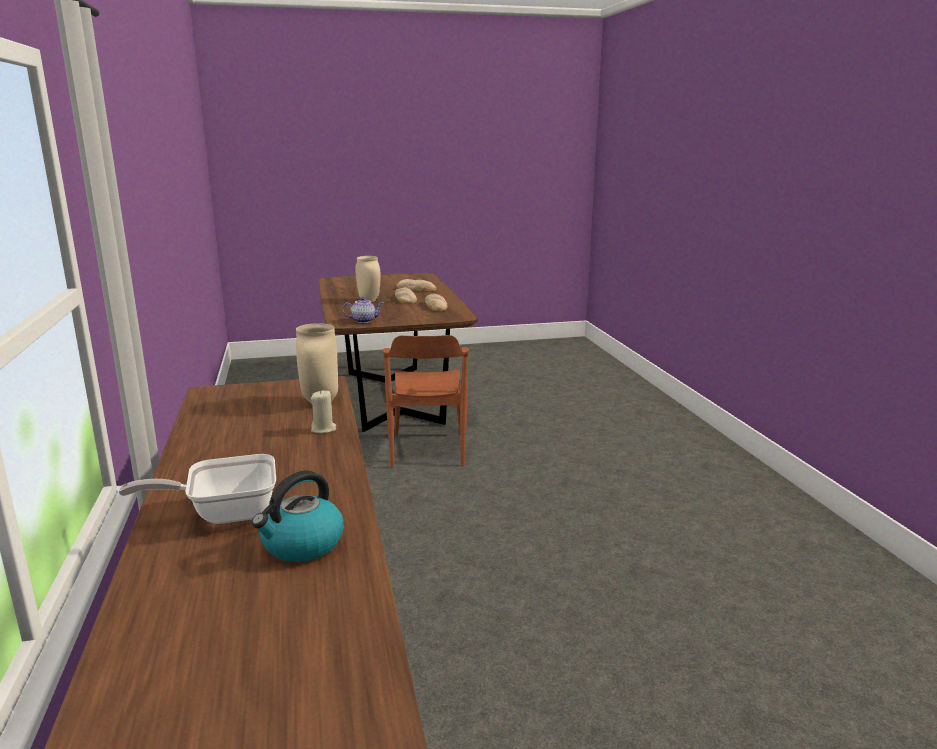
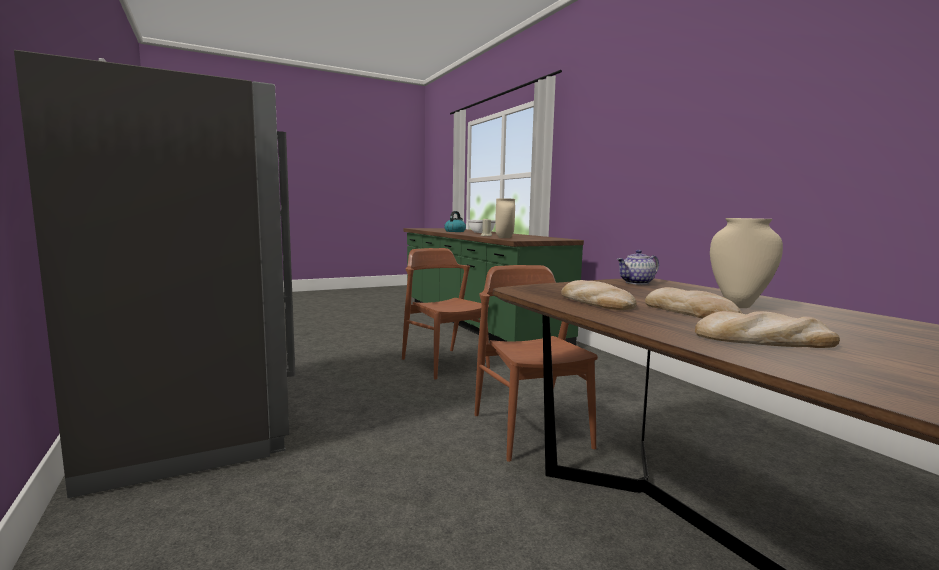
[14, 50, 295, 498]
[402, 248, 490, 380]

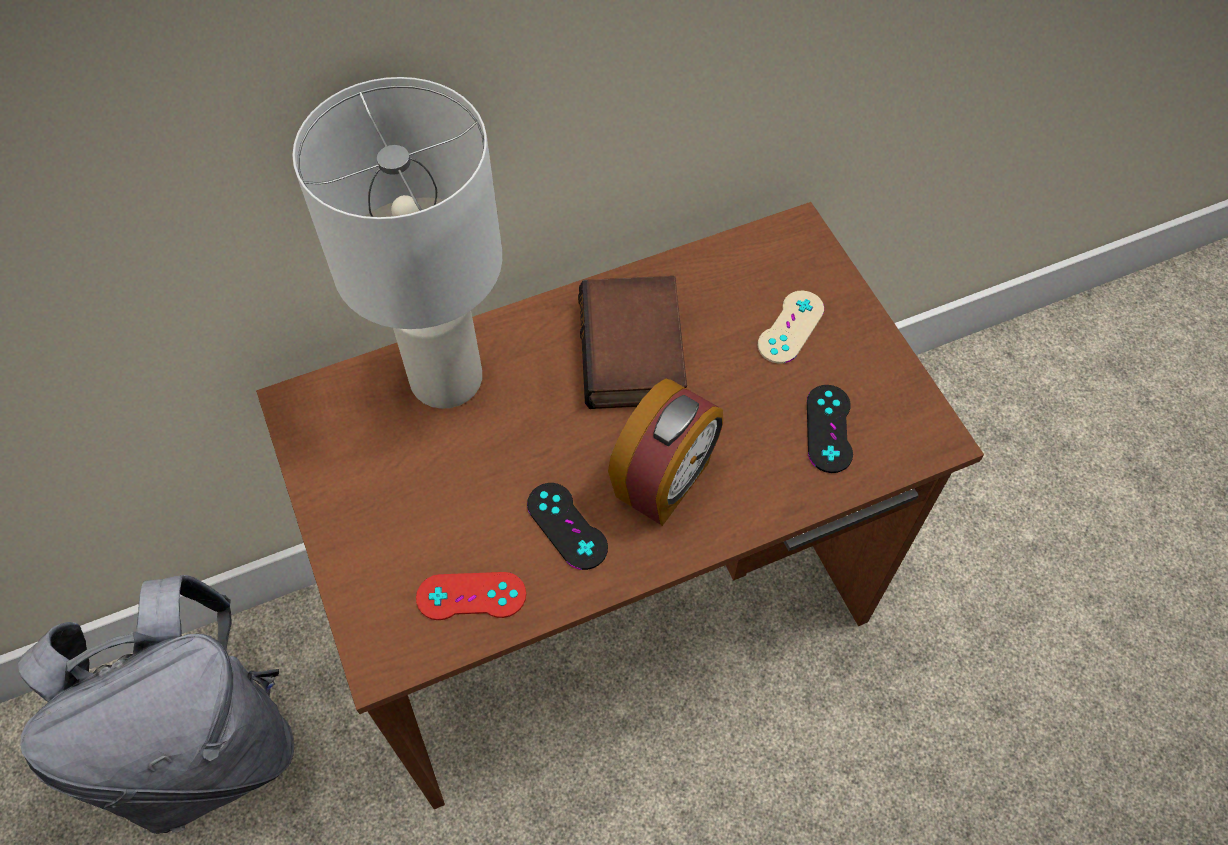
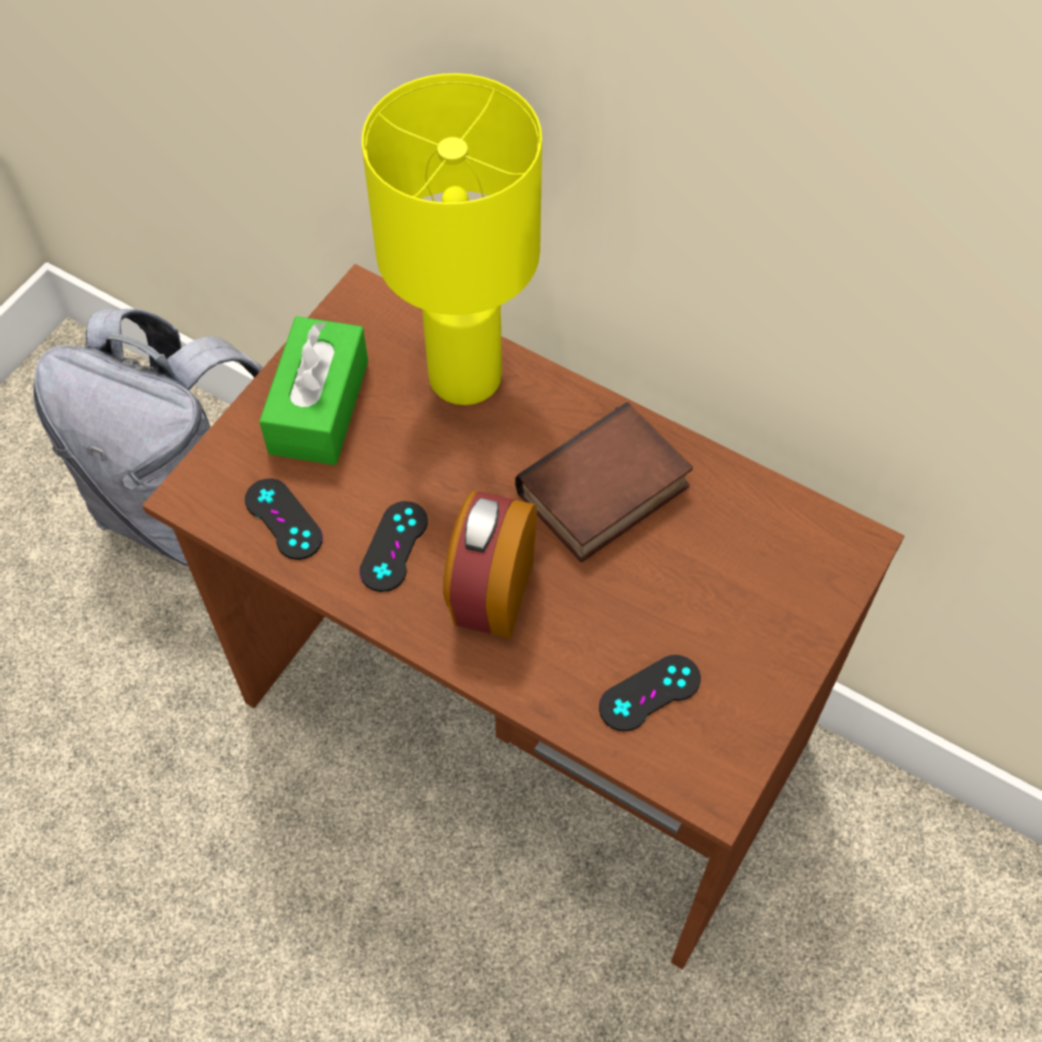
[758, 291, 824, 364] (first image)
[259, 316, 368, 465]
[362, 73, 542, 405]
[245, 479, 323, 560]
[443, 491, 537, 639]

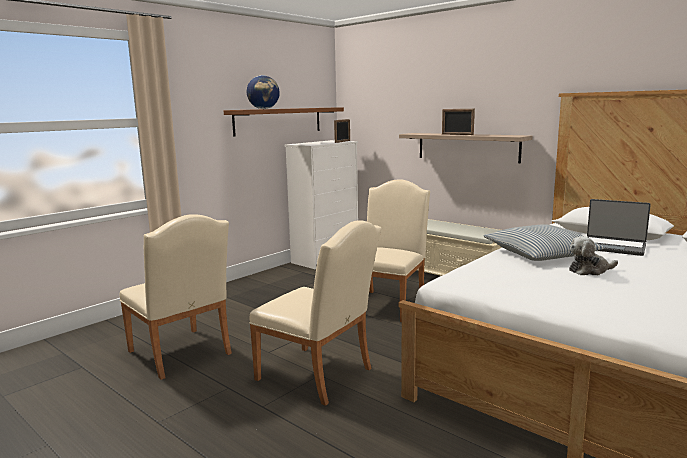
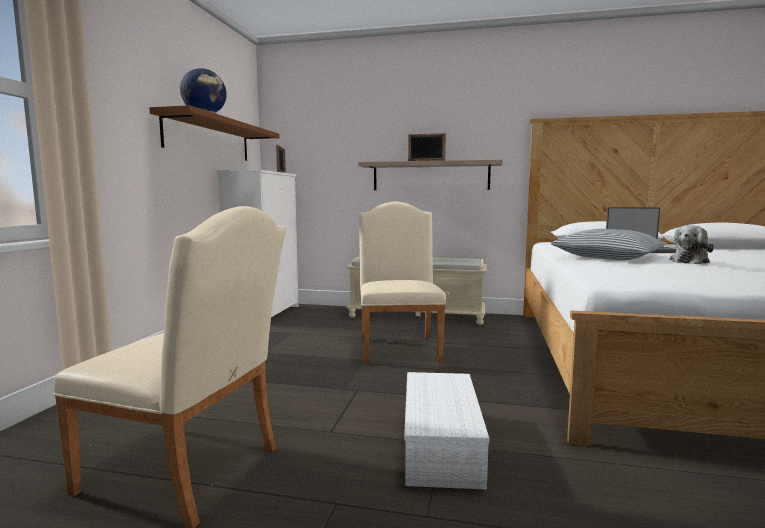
[404, 372, 489, 490]

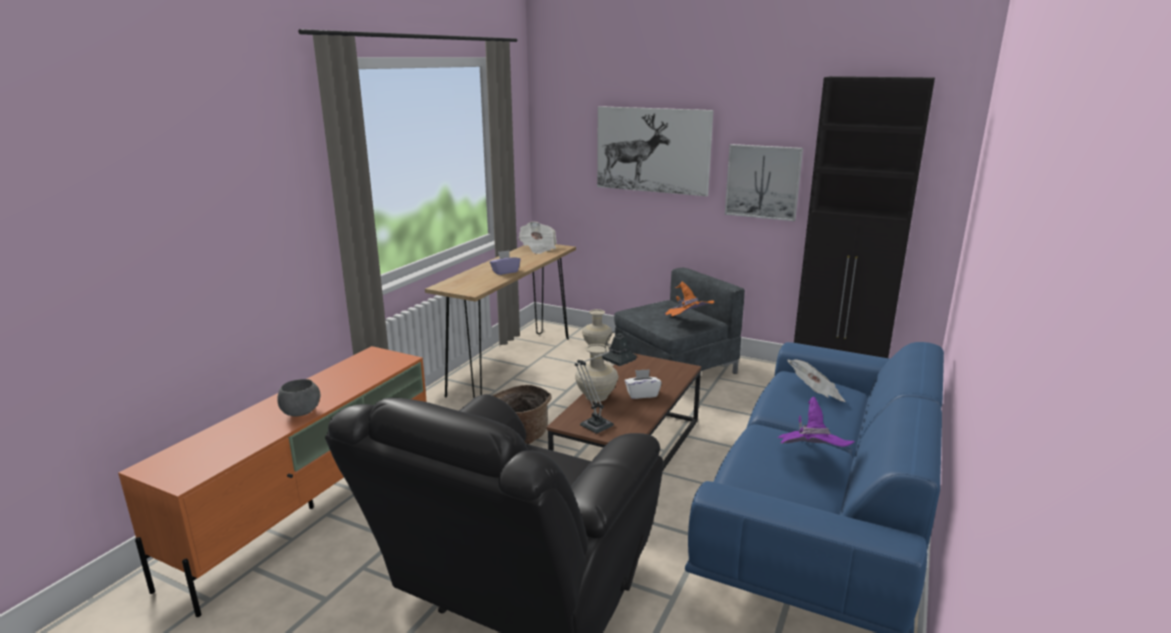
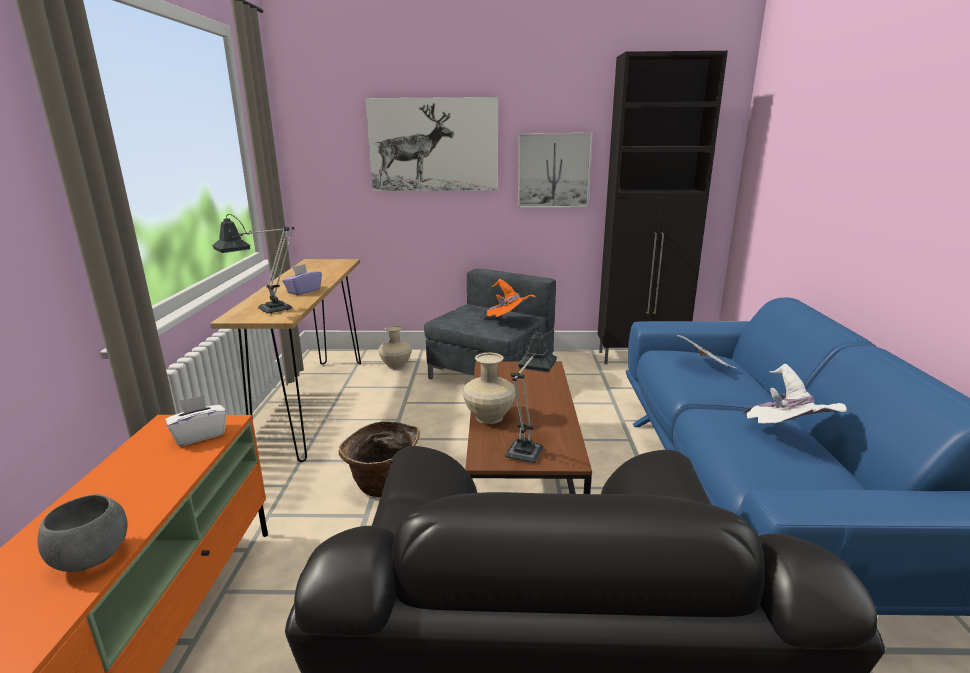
[519, 222, 557, 254] (first image)
[212, 214, 295, 314]
[166, 395, 227, 446]
[742, 364, 847, 424]

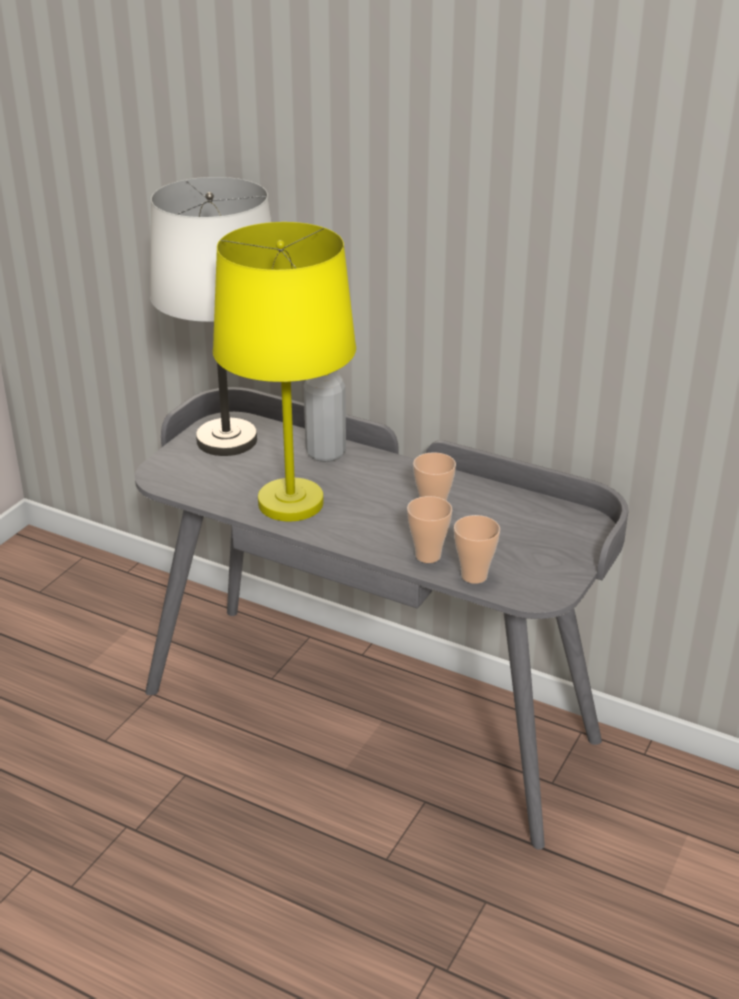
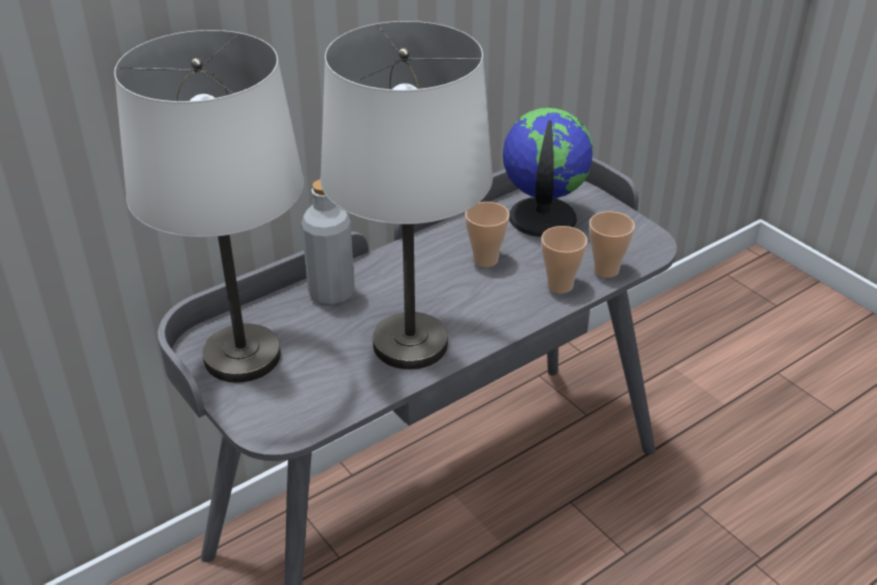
[503, 108, 593, 237]
[320, 21, 493, 369]

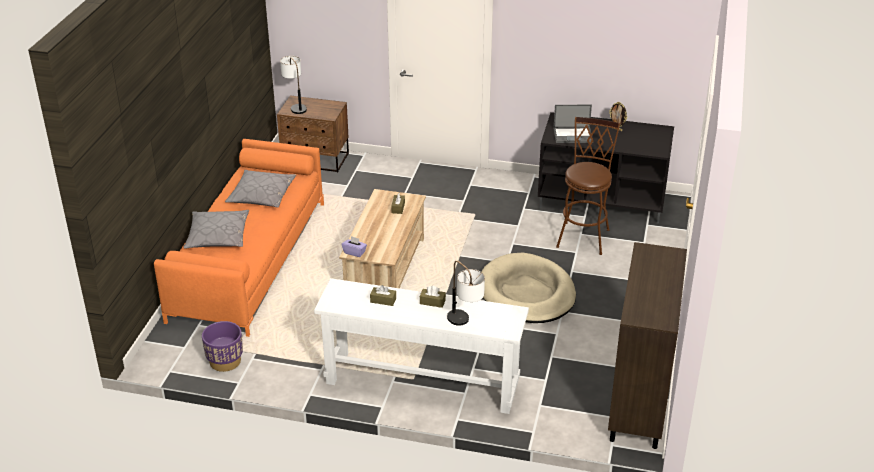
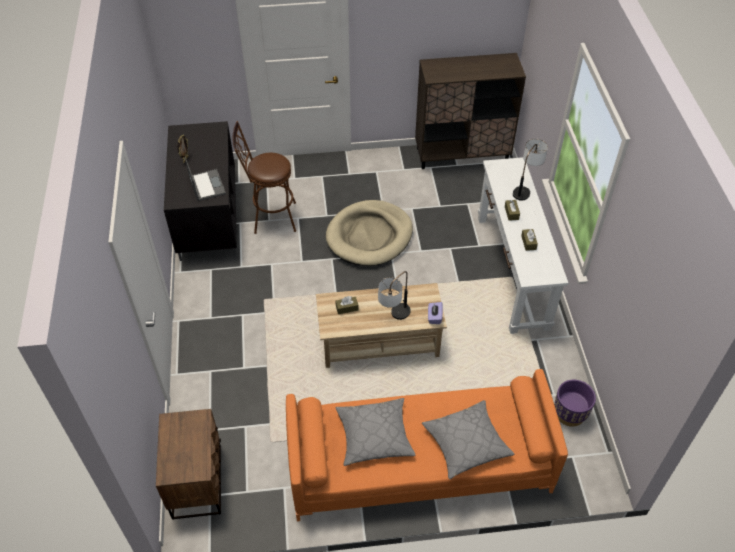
[378, 271, 411, 320]

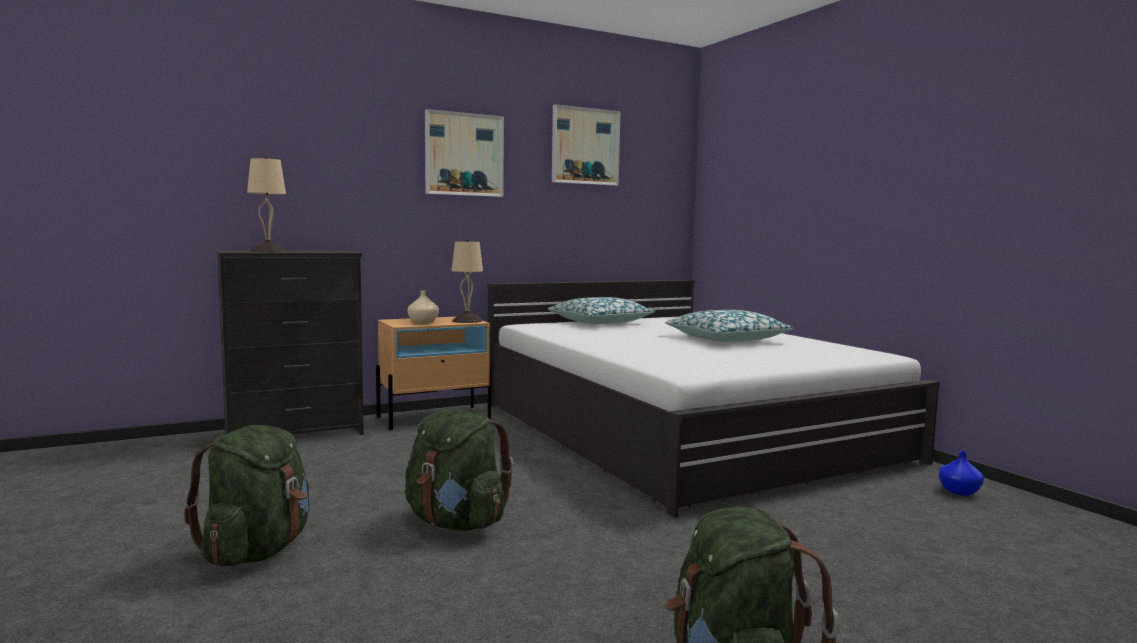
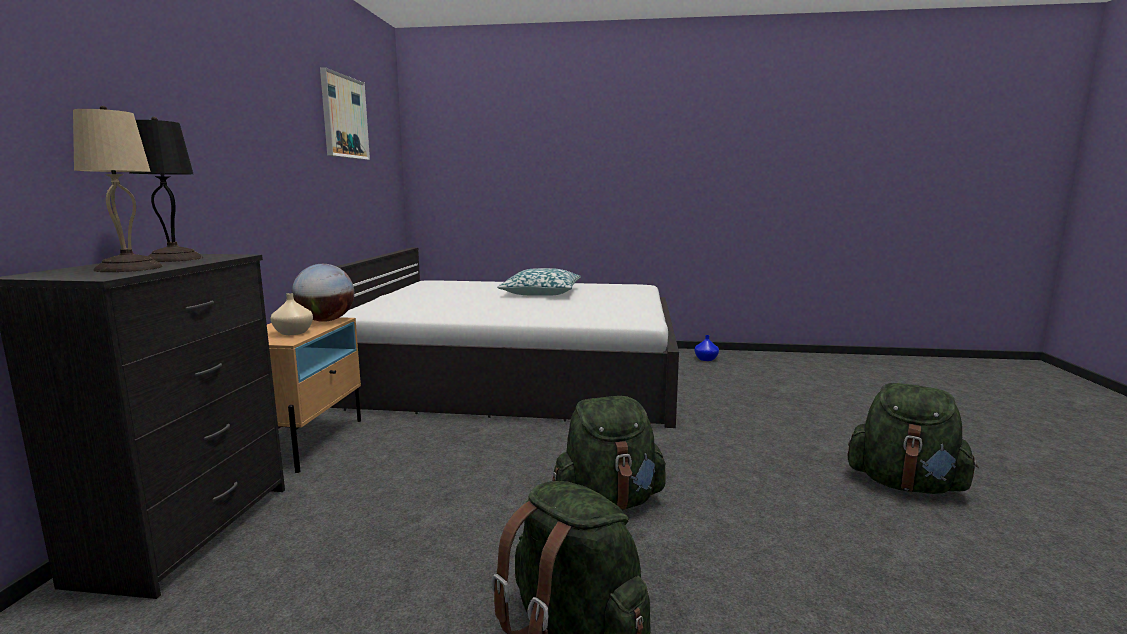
[425, 109, 504, 197] (first image)
[548, 297, 655, 324] (first image)
[129, 117, 203, 262]
[292, 264, 354, 322]

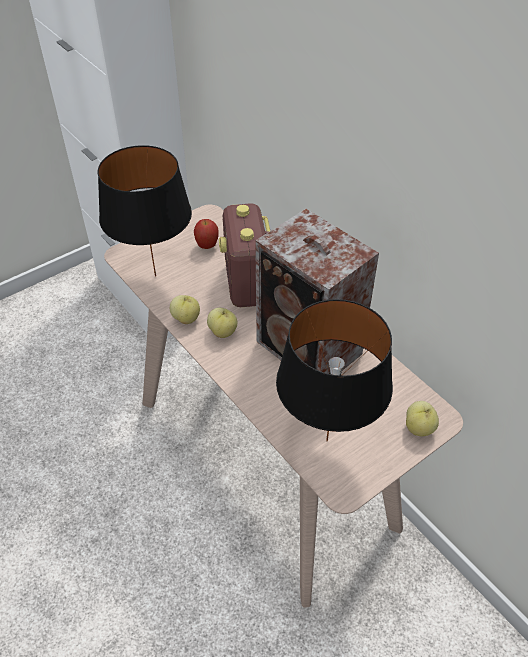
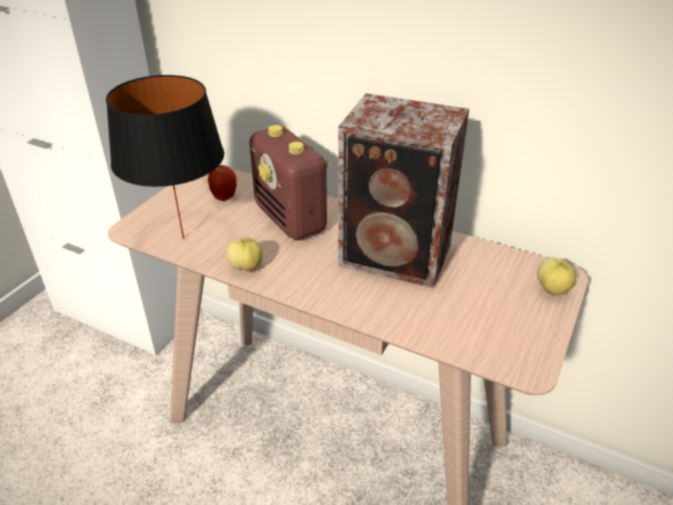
[207, 308, 237, 338] (first image)
[276, 299, 393, 441] (first image)

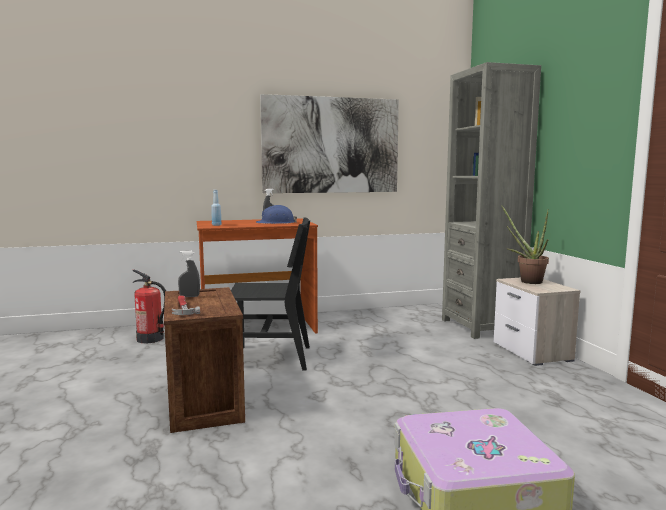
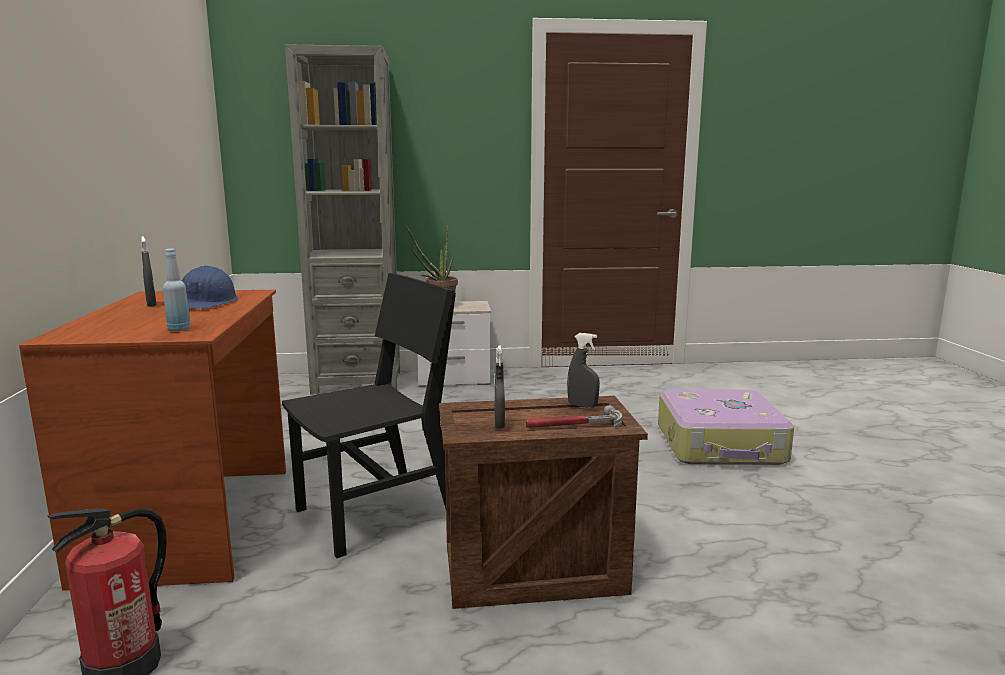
[260, 94, 399, 193] (first image)
[567, 333, 600, 408]
[282, 273, 456, 558]

